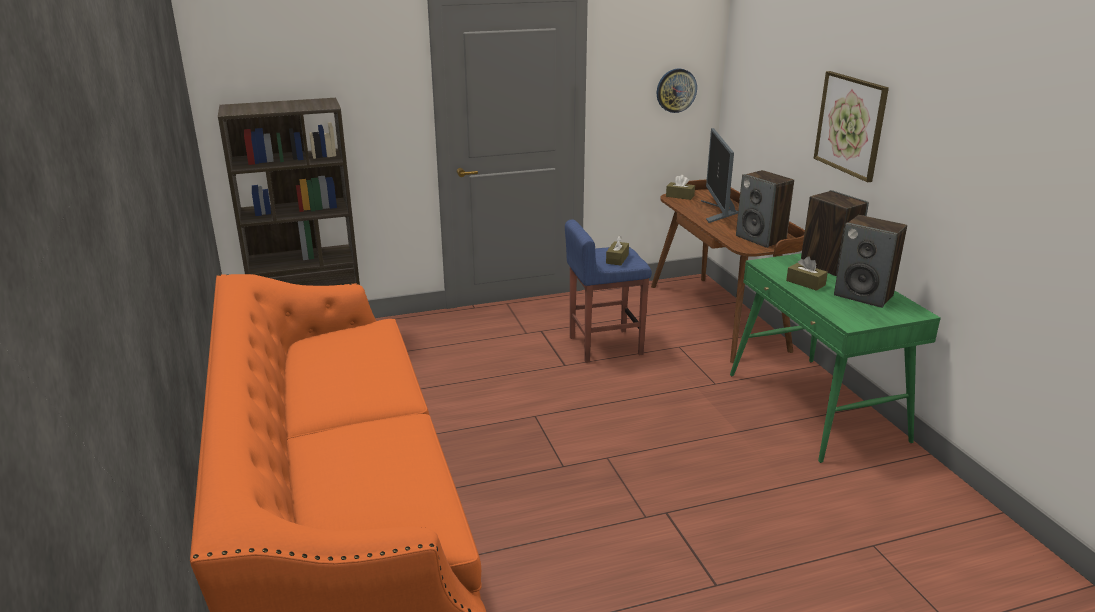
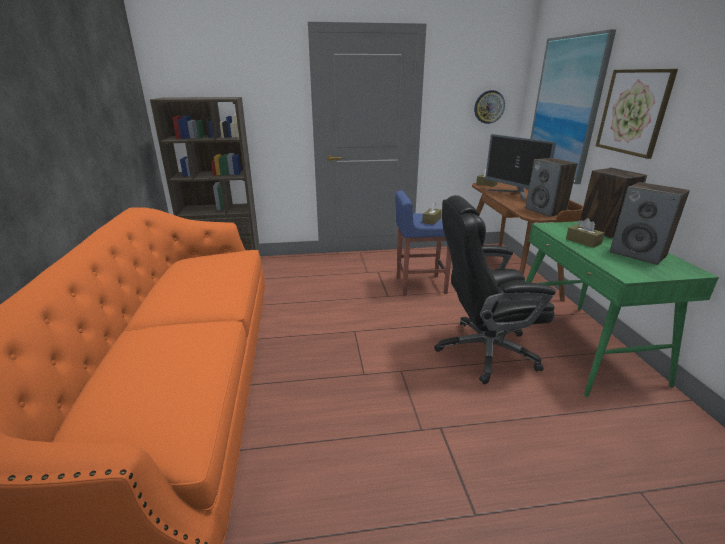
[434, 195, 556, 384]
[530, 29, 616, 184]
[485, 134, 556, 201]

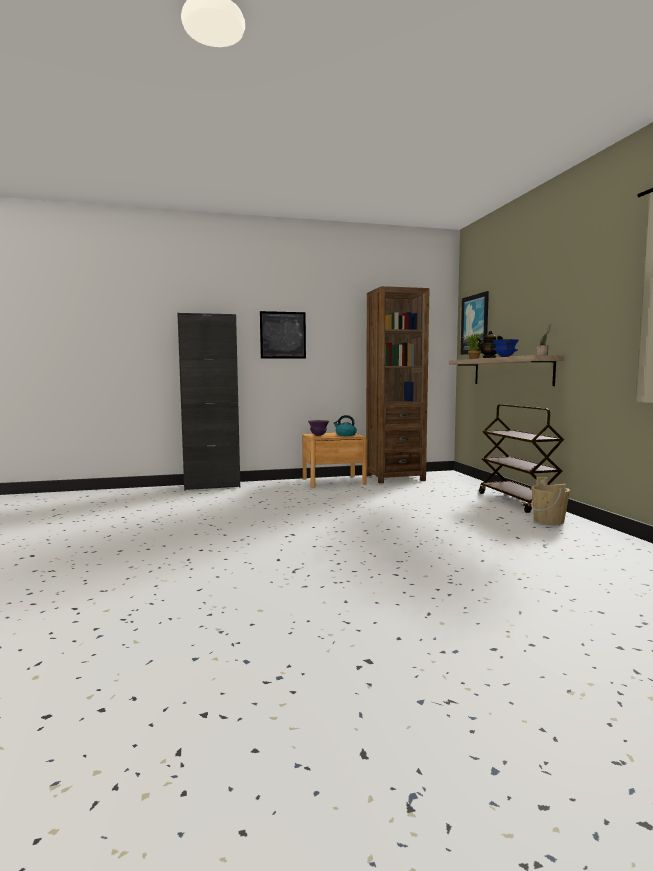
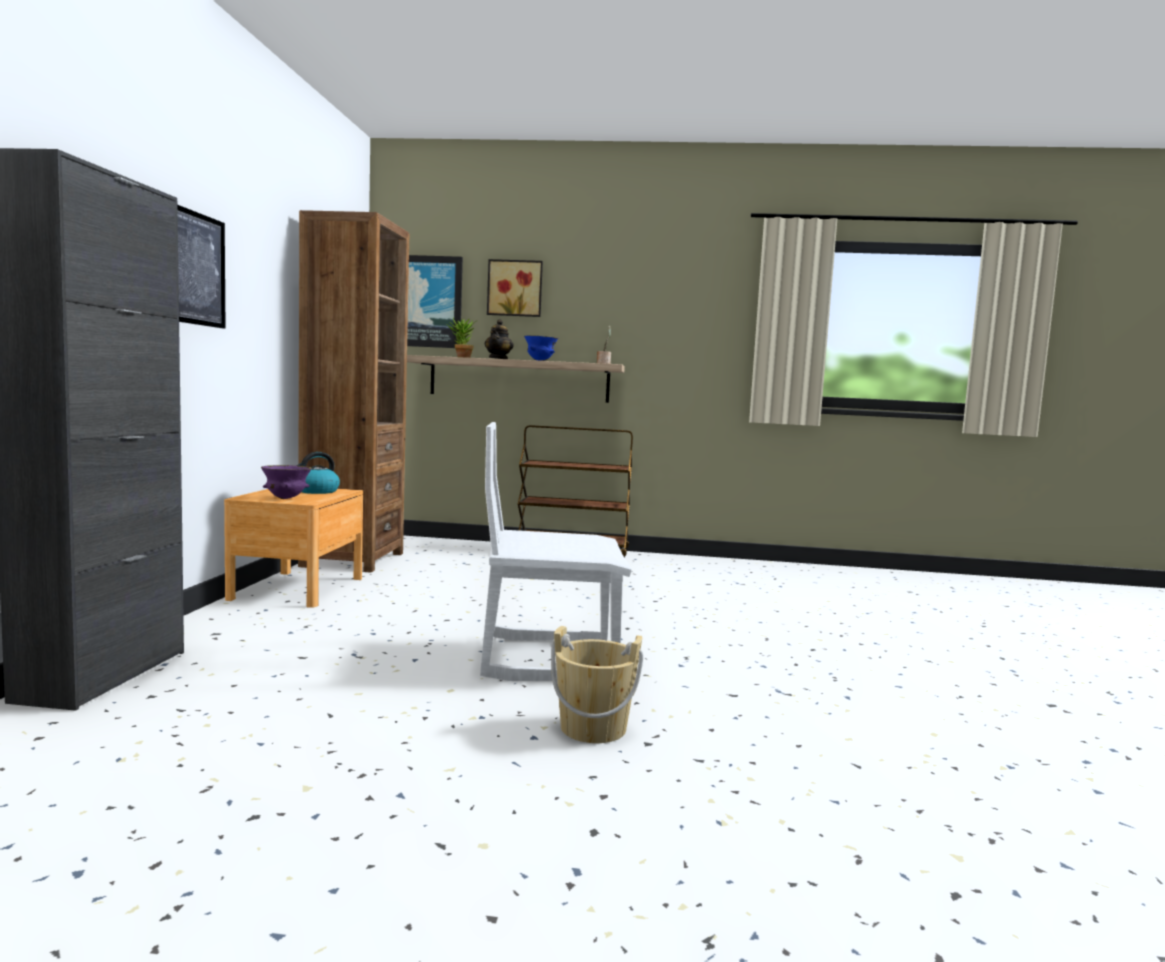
[480, 422, 632, 681]
[487, 259, 543, 317]
[551, 626, 643, 743]

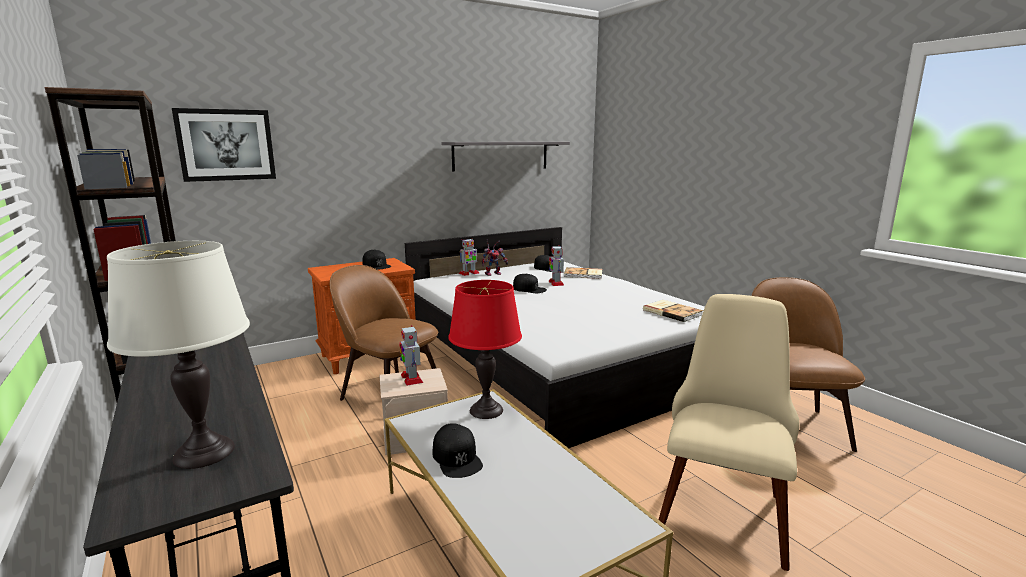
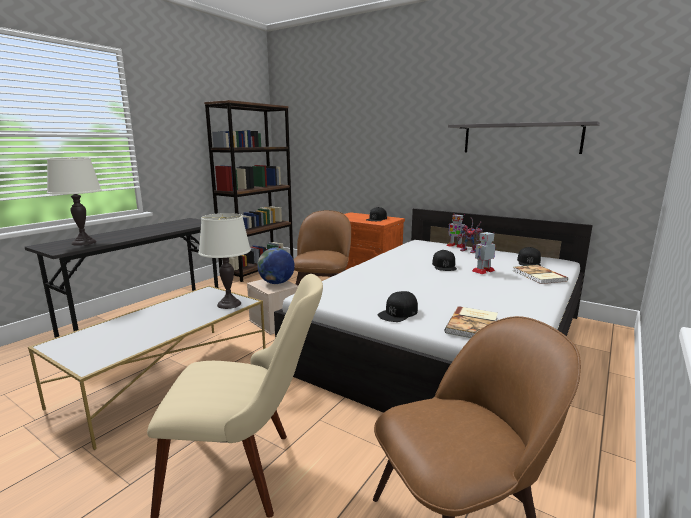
[172, 108, 276, 182] (first image)
[378, 291, 418, 322]
[257, 248, 295, 284]
[198, 213, 251, 309]

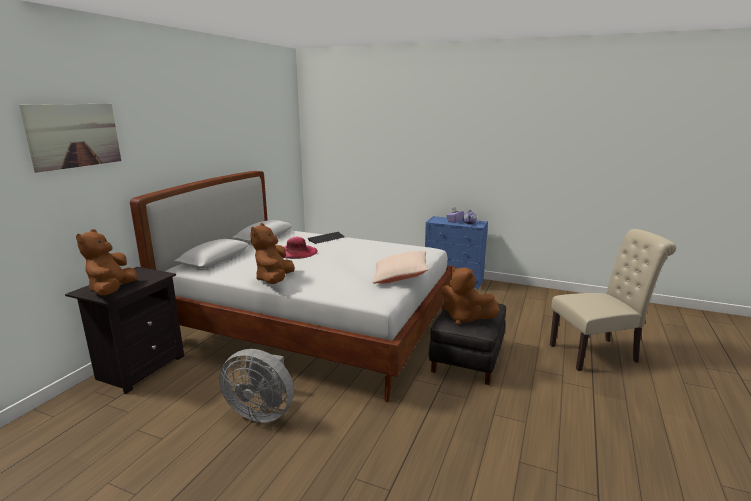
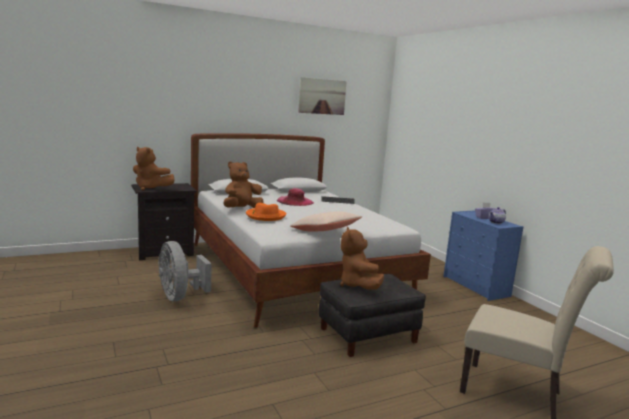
[246, 203, 286, 221]
[298, 77, 347, 115]
[133, 147, 175, 191]

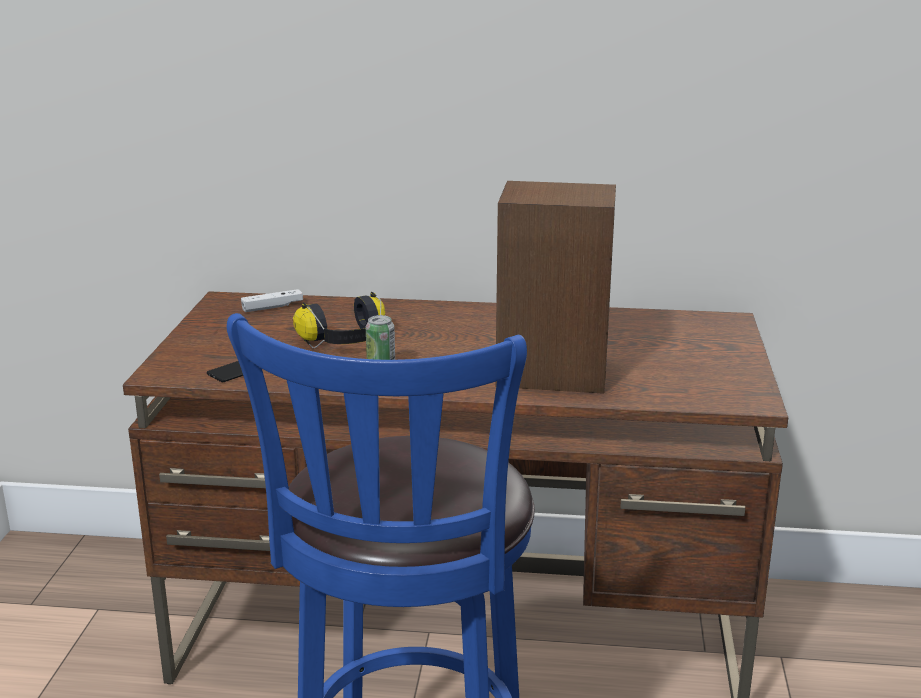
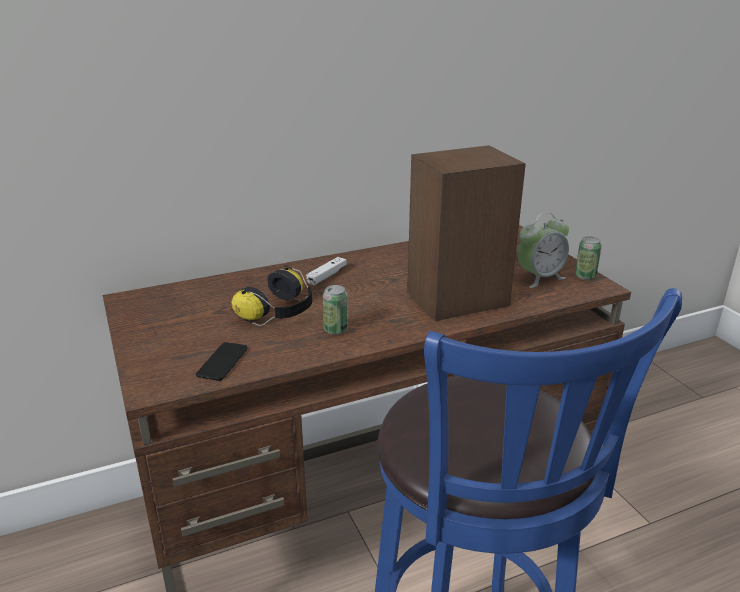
[517, 212, 569, 288]
[575, 236, 602, 280]
[306, 257, 347, 285]

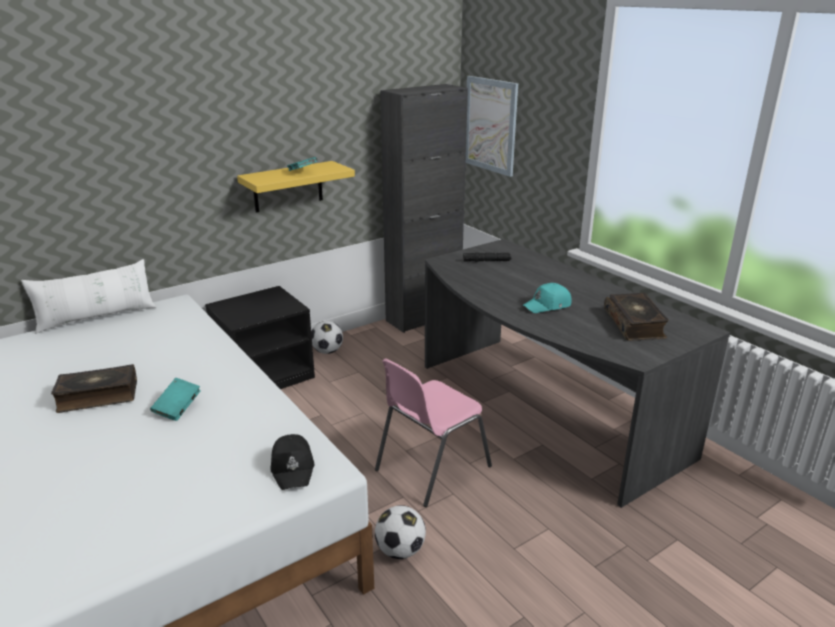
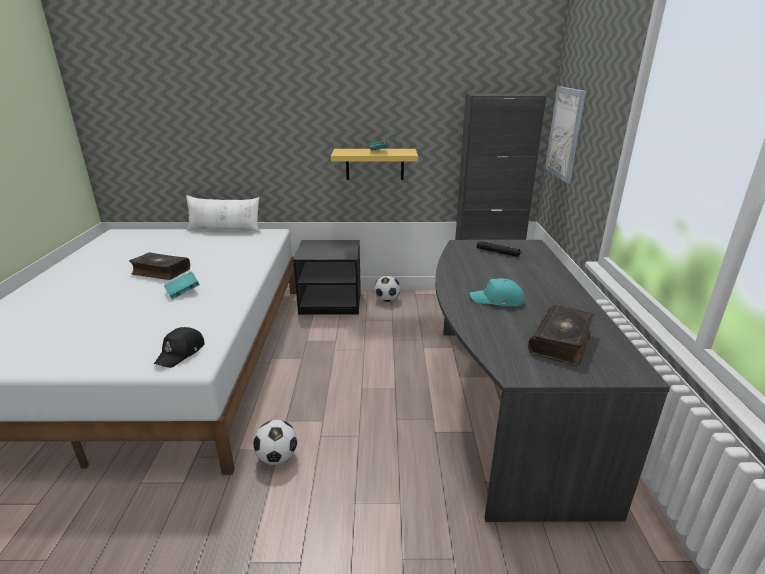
[375, 358, 492, 507] (first image)

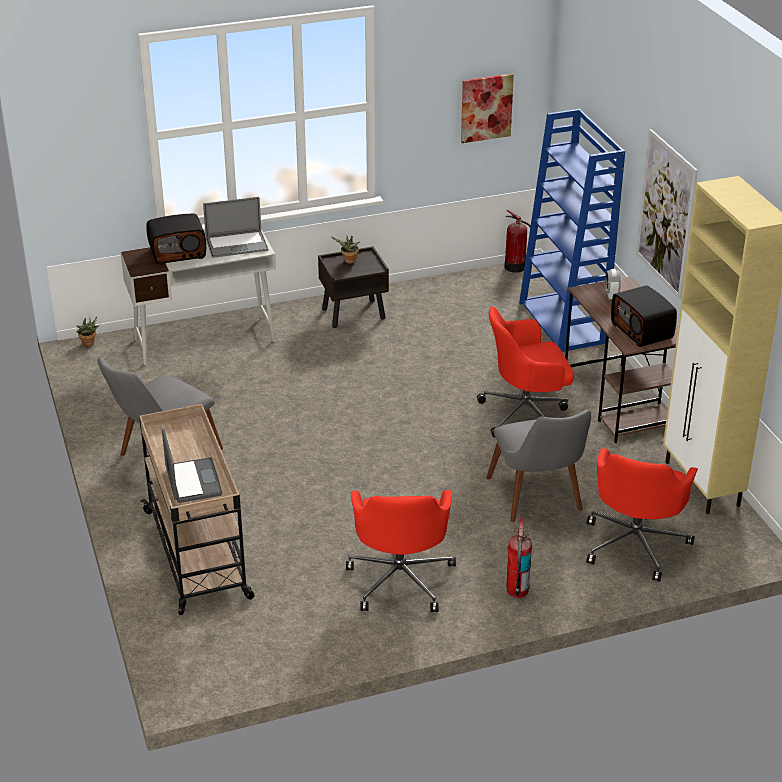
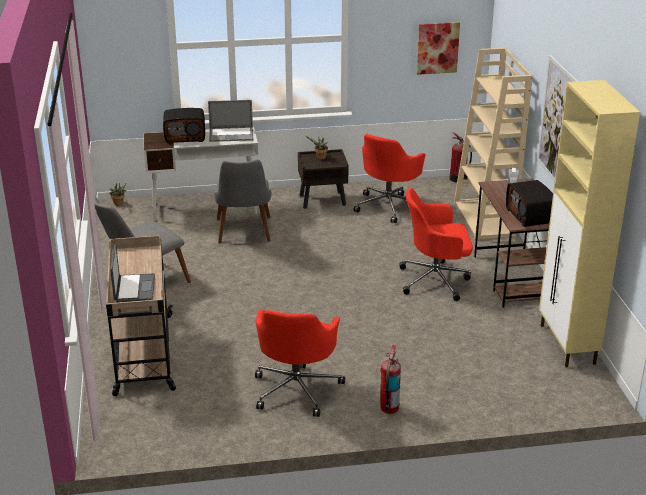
[214, 159, 271, 244]
[354, 134, 426, 223]
[454, 48, 533, 240]

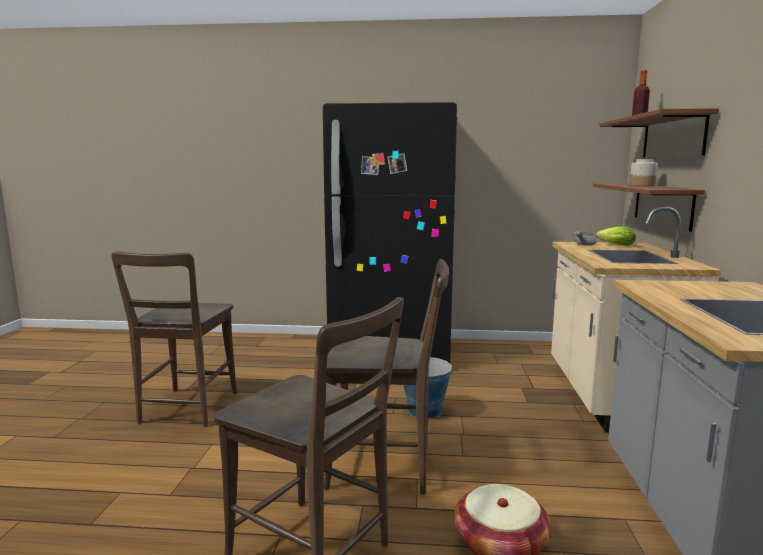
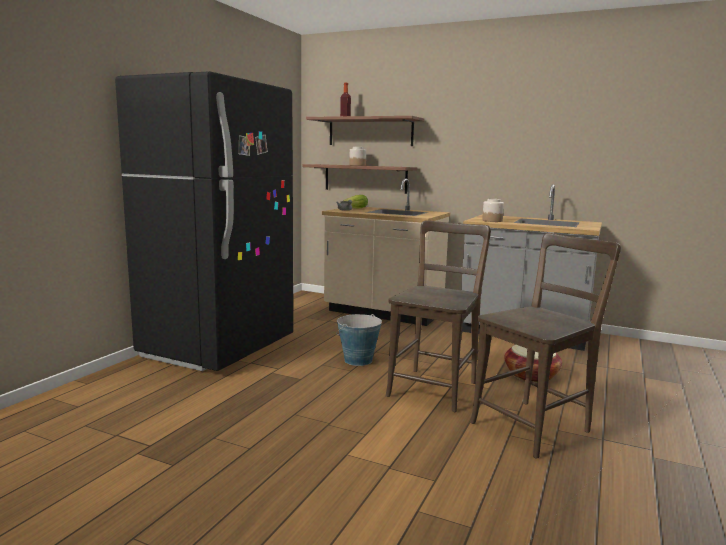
[111, 251, 238, 427] (first image)
[482, 199, 504, 222]

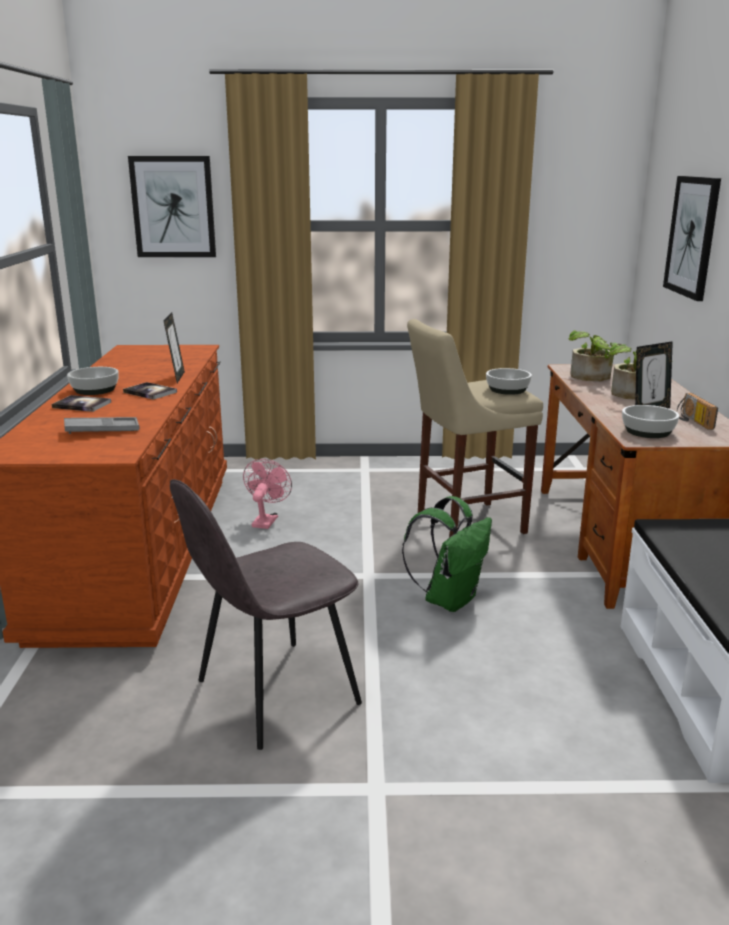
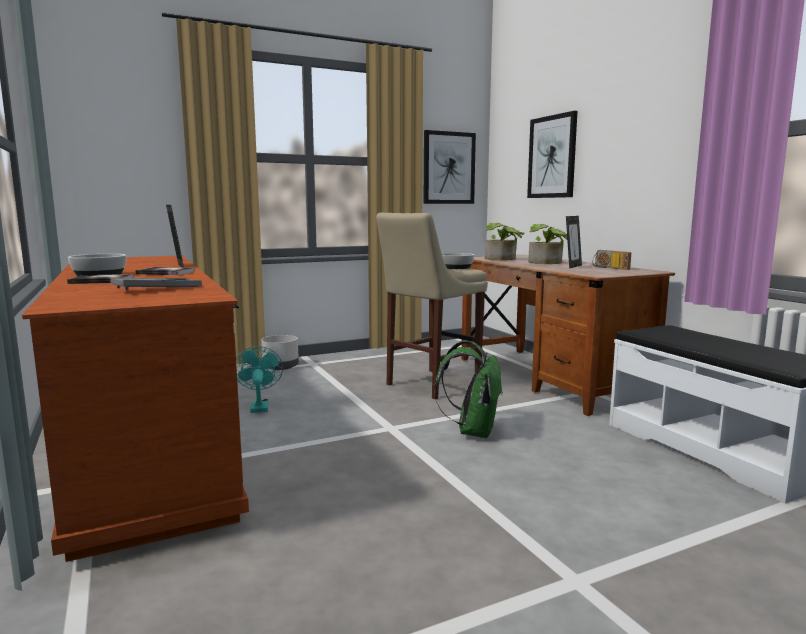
[170, 479, 362, 750] (first image)
[622, 405, 679, 438] (first image)
[261, 335, 299, 370]
[424, 130, 476, 204]
[236, 346, 283, 413]

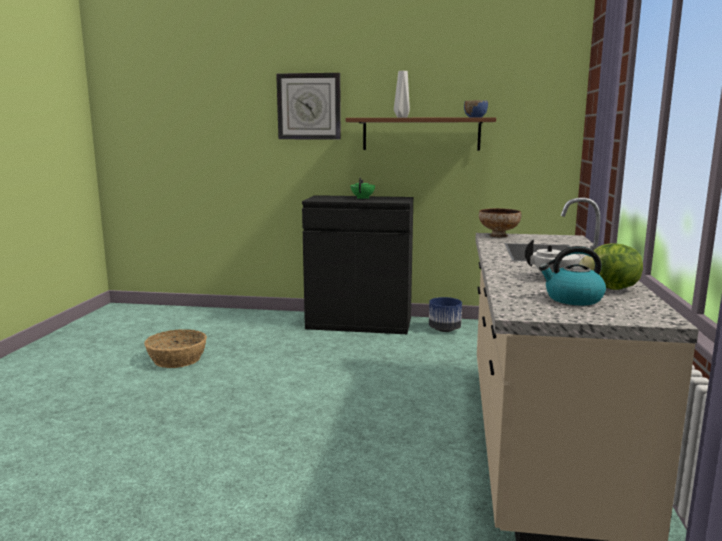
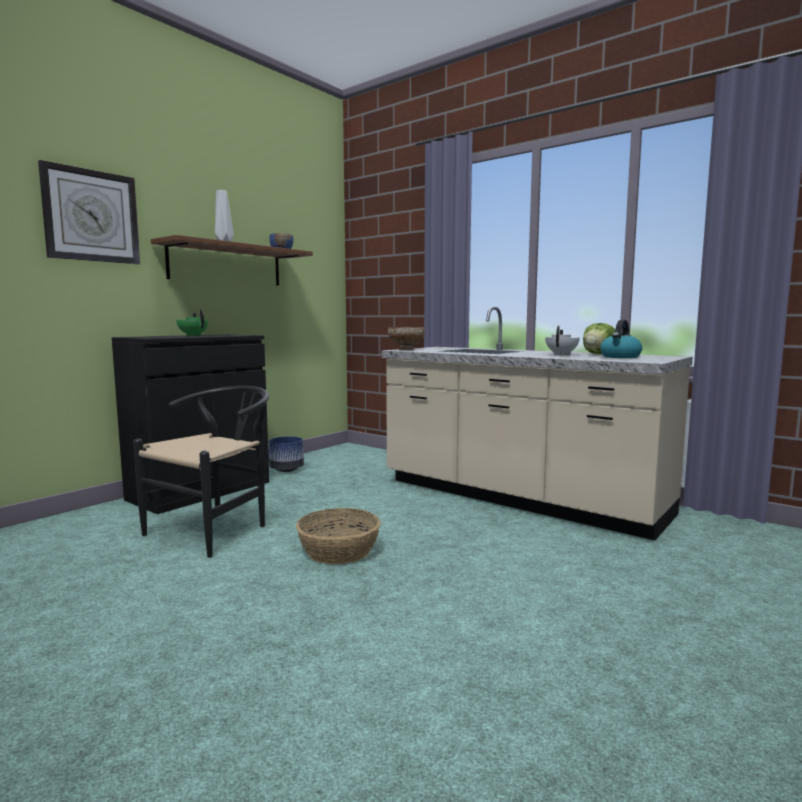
[133, 386, 269, 558]
[296, 508, 381, 564]

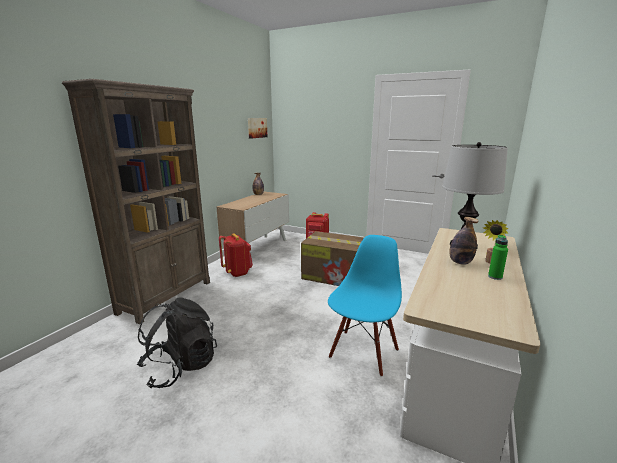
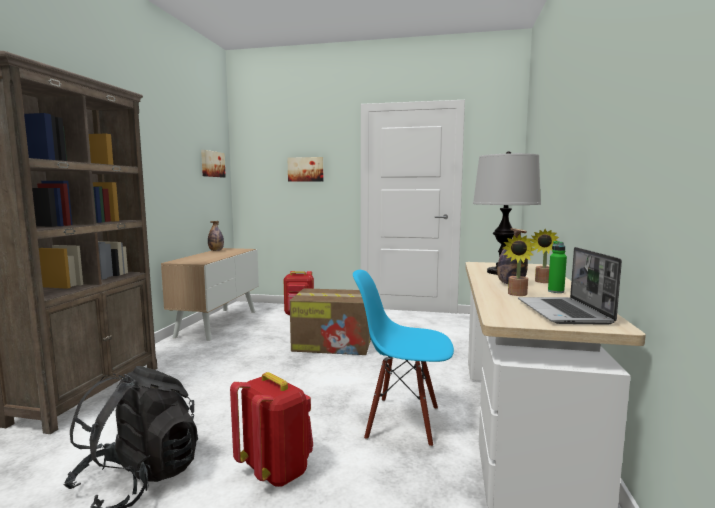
[288, 157, 323, 182]
[503, 234, 536, 296]
[518, 247, 622, 325]
[230, 372, 313, 487]
[353, 270, 454, 447]

